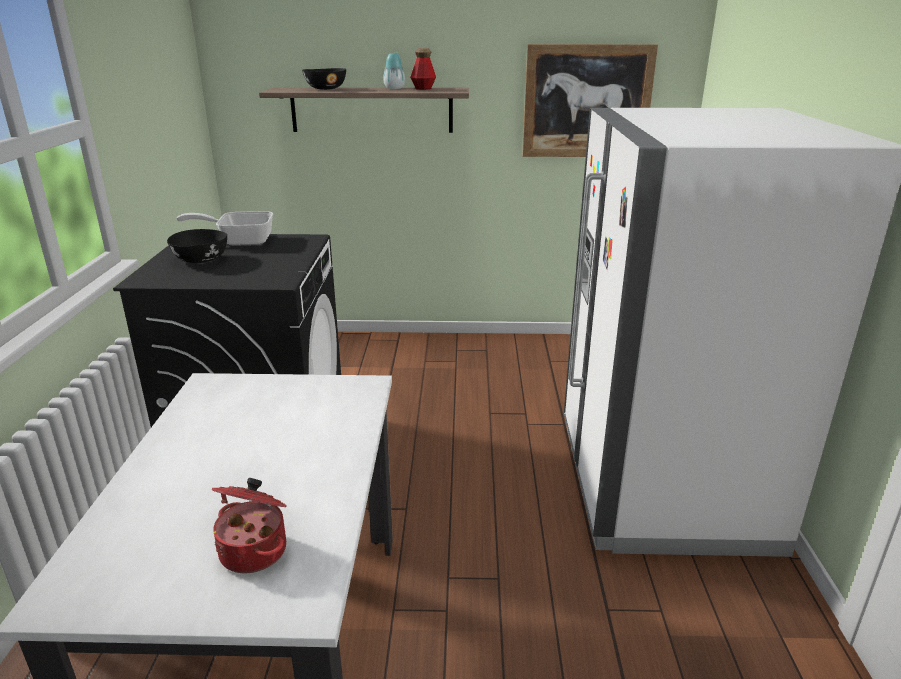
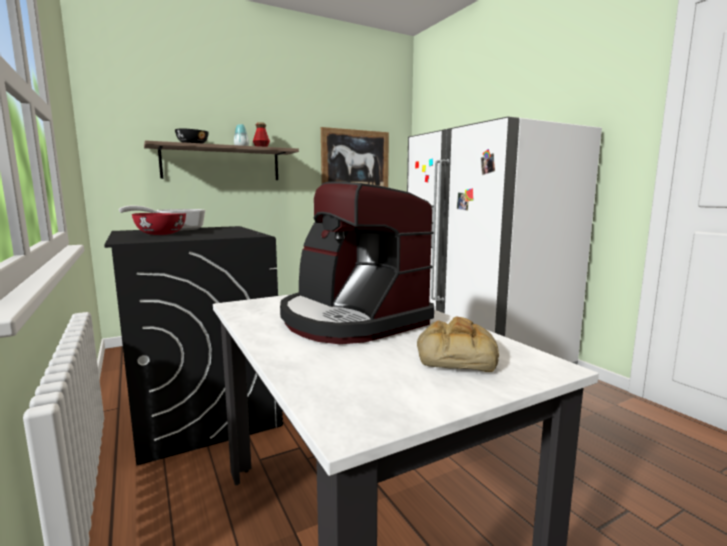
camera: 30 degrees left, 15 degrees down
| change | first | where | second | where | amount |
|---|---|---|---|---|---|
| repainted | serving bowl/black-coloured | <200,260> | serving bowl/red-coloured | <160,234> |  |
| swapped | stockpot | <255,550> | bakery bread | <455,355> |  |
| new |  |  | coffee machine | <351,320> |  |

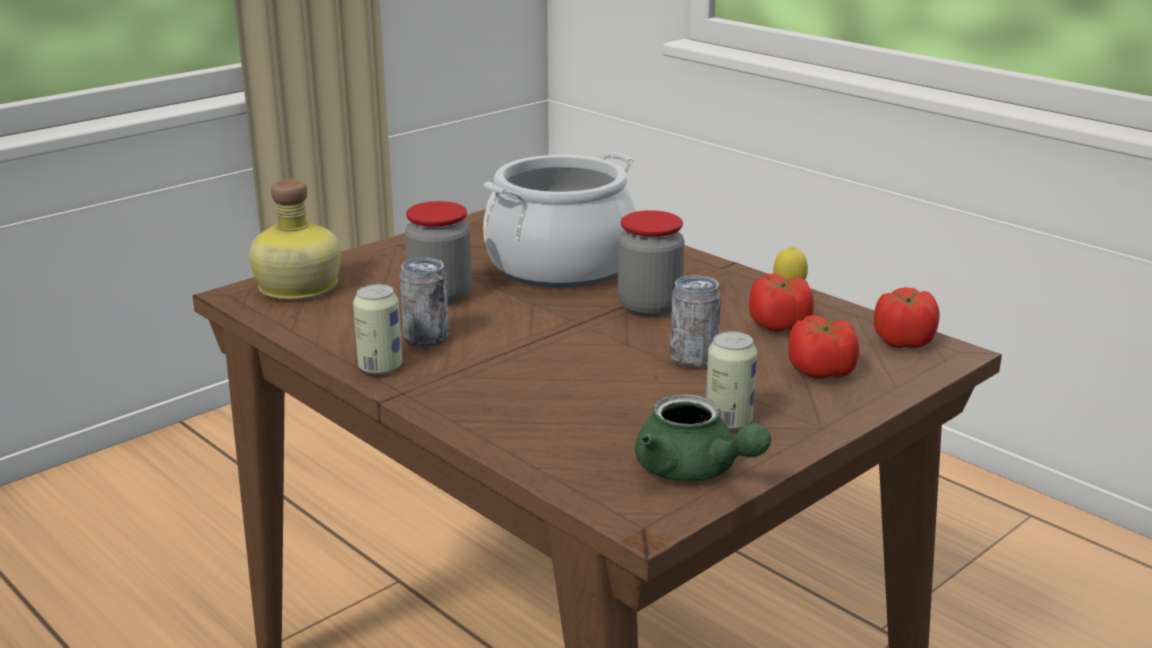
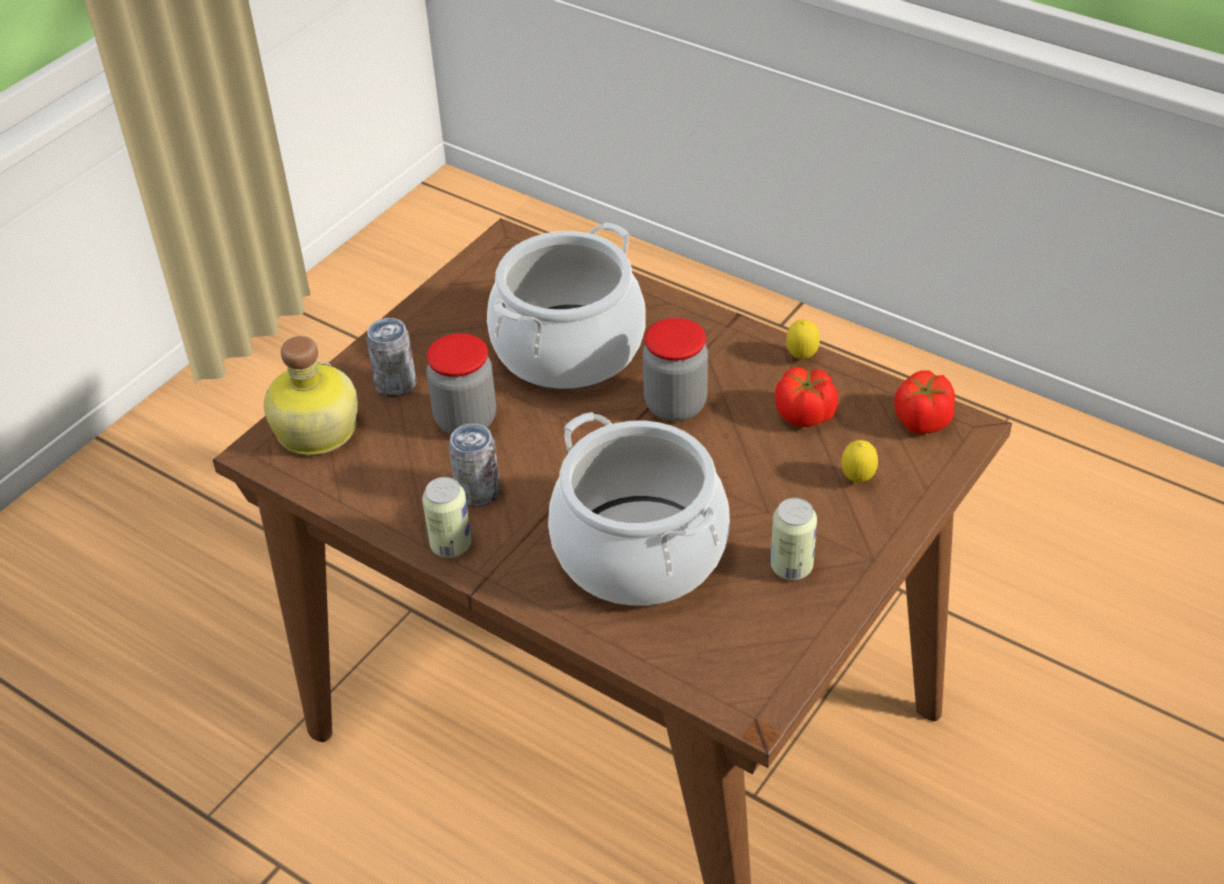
camera: 10 degrees left, 20 degrees up
| change | first | where | second | where | amount |
|---|---|---|---|---|---|
| gone | pot for tea/green-coloured | <694,471> |  |  |  |
| shifted | sealed can | <693,359> |  | <396,385> |  |
| swapped | fresh tomato | <821,372> | whole lemon | <857,480> |  |
| new |  |  | stockpot | <639,551> |  |

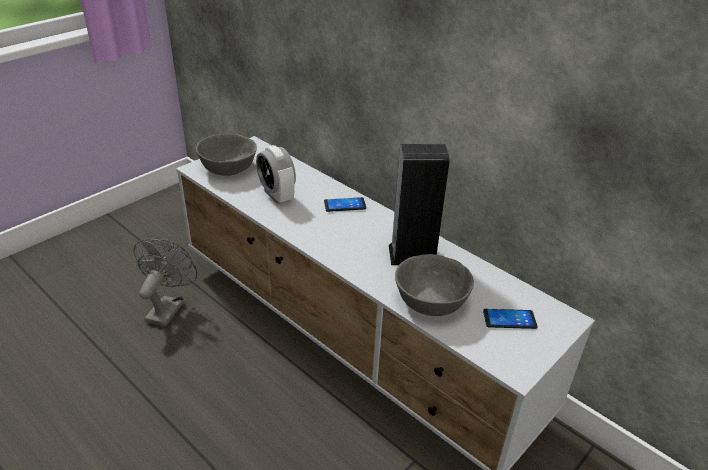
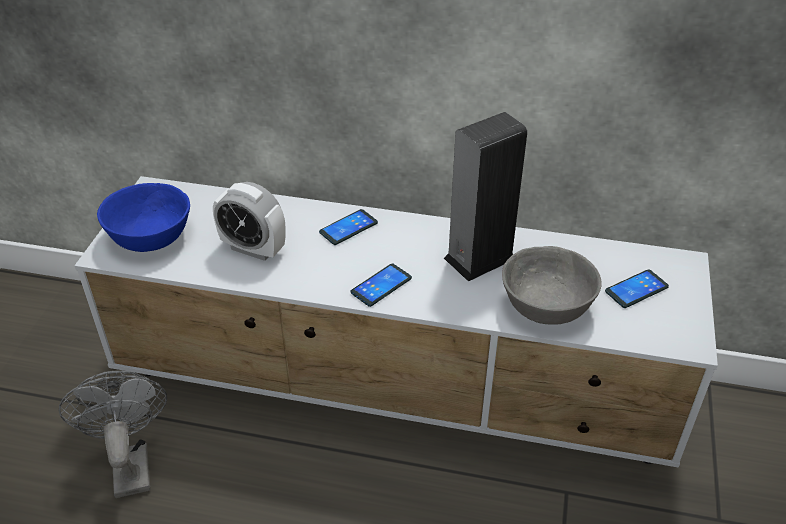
camera: 30 degrees left, 5 degrees up
| change | first | where | second | where | amount |
|---|---|---|---|---|---|
| repainted | serving bowl/gray | <228,168> | serving bowl/blue | <150,236> |  |
| new |  |  | phone | <381,285> |  |

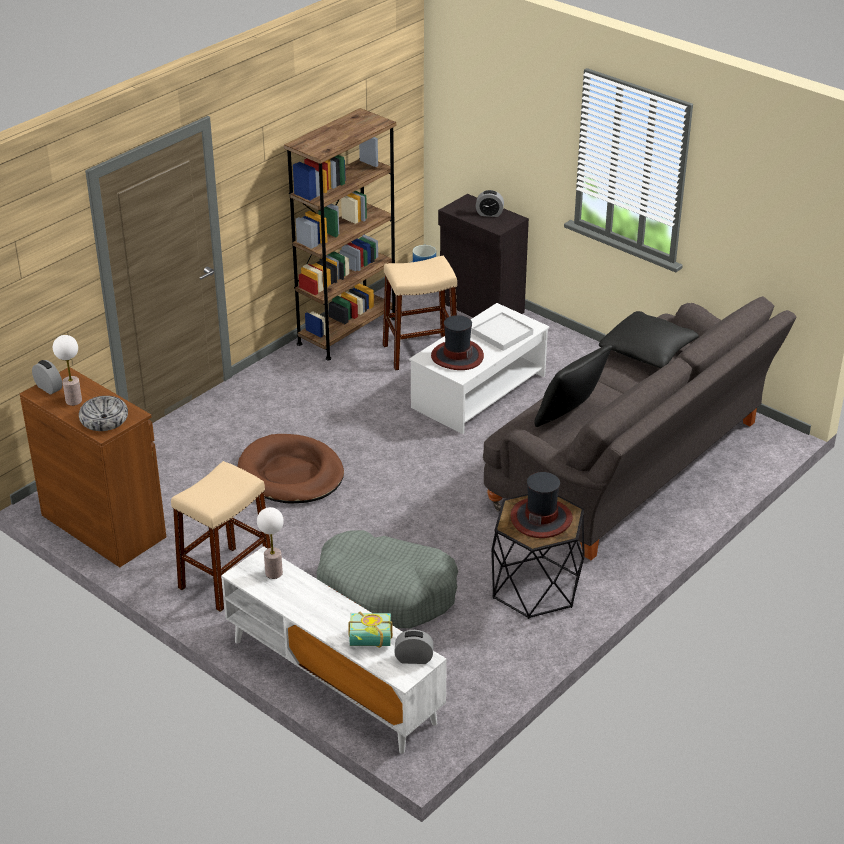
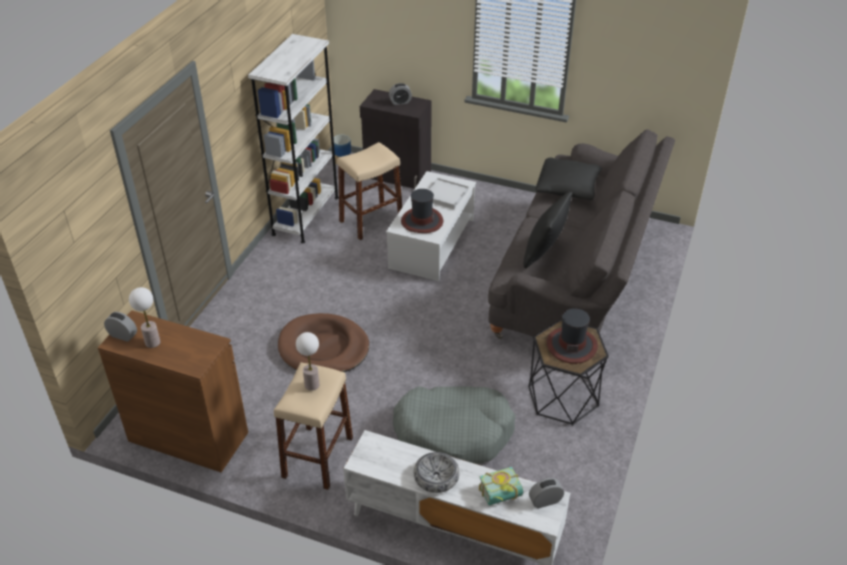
camera: 20 degrees left, 5 degrees up
| change | first | where | second | where | amount |
|---|---|---|---|---|---|
| shifted | serving bowl | <104,420> |  | <436,476> |  |
| shifted | lamp for a table | <274,573> |  | <312,384> |  |
| repainted | bookcase/brown-coloured | <347,331> | bookcase/white | <306,215> |  |

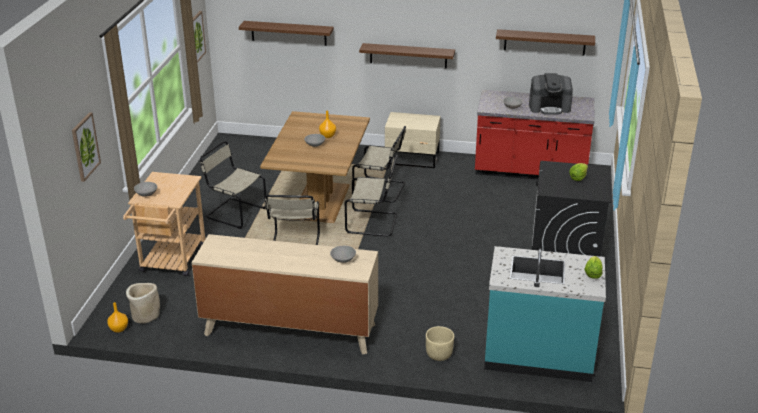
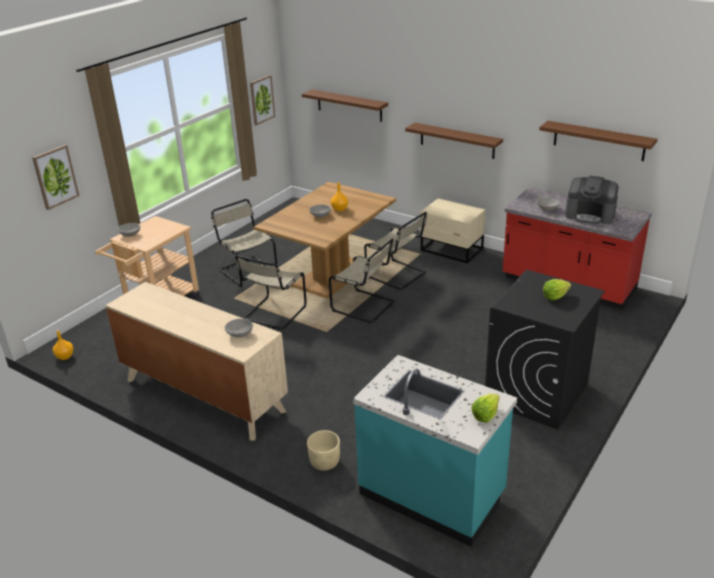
camera: 25 degrees right, 0 degrees up
| change | first | where | second | where | amount |
|---|---|---|---|---|---|
| gone | flower pot/beige-coloured | <145,315> |  |  |  |

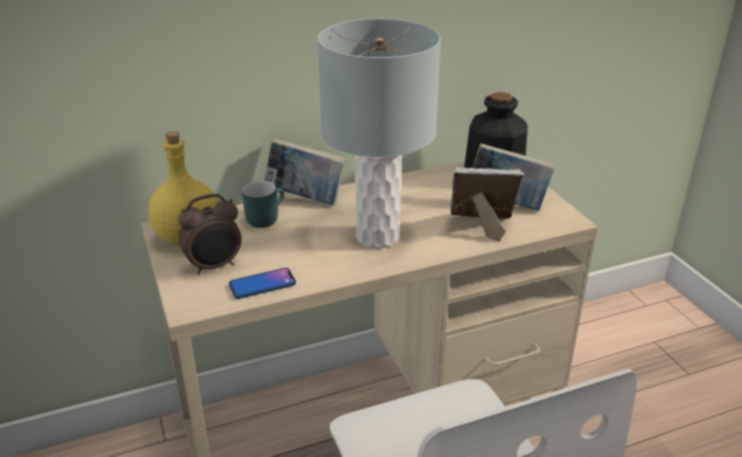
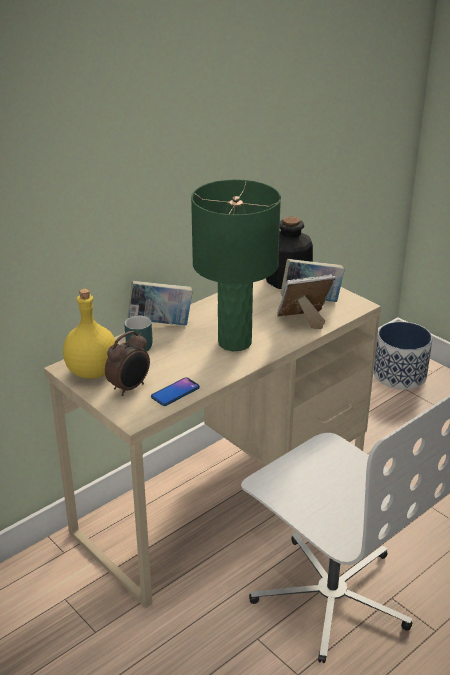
camera: 20 degrees left, 0 degrees up
| change | first | where | second | where | amount |
|---|---|---|---|---|---|
| repainted | lamp for a table/gray | <377,236> | lamp for a table/green-coloured | <234,342> |  |
| new |  |  | flower pot | <400,375> |  |

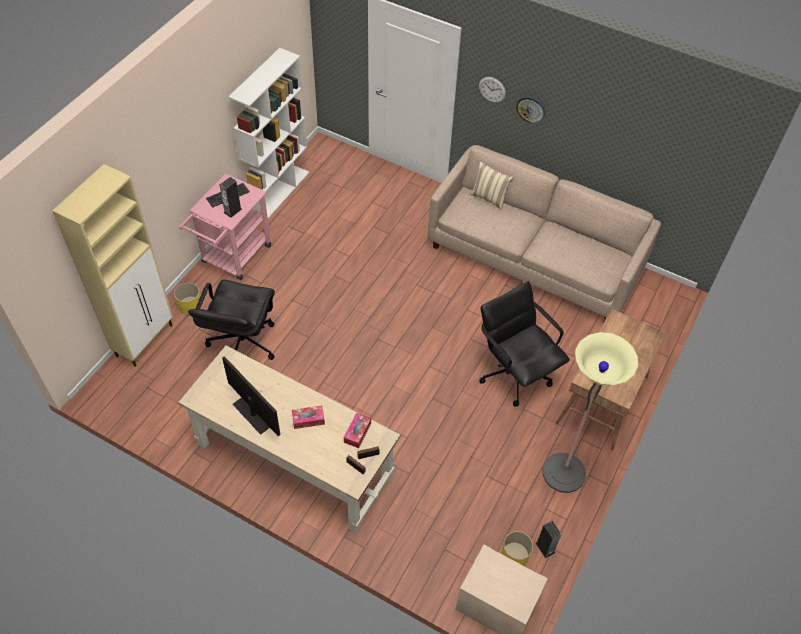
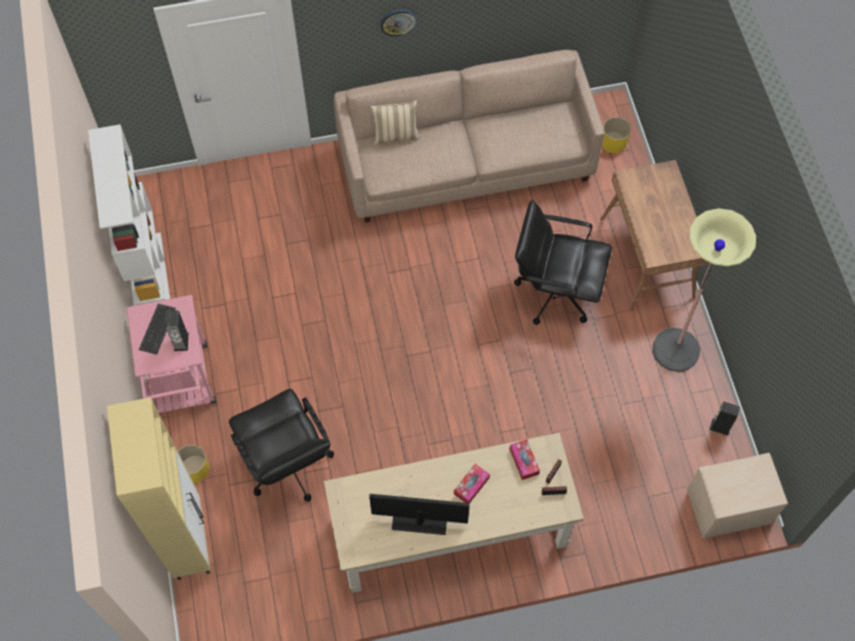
camera: 40 degrees left, 10 degrees up
| change | first | where | second | where | amount |
|---|---|---|---|---|---|
| gone | clock on the wall | <492,89> |  |  |  |
| shifted | flower pot/yellow-coloured | <515,555> |  | <613,142> |  |

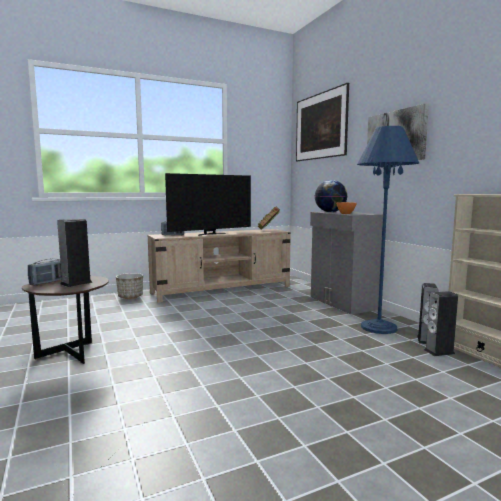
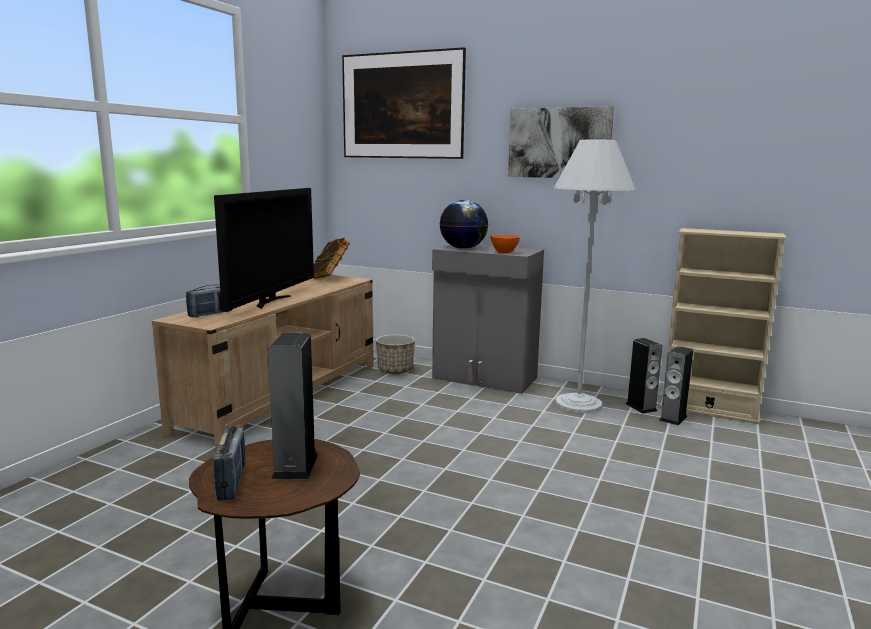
camera: 40 degrees left, 5 degrees up
| change | first | where | second | where | amount |
|---|---|---|---|---|---|
| shifted | flower pot | <130,297> |  | <395,370> |  |
| repainted | standard lamp/blue | <378,327> | standard lamp/white | <578,404> |  |

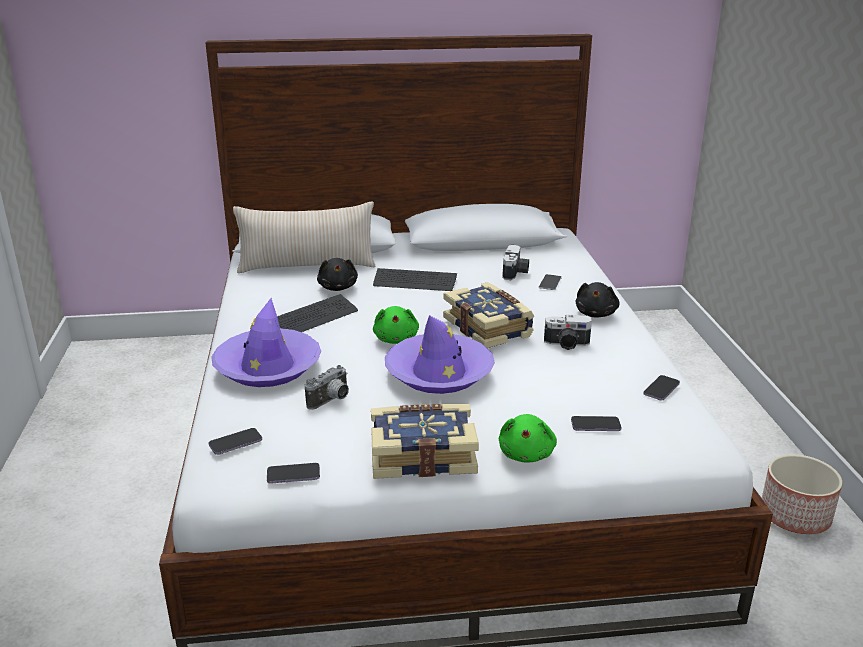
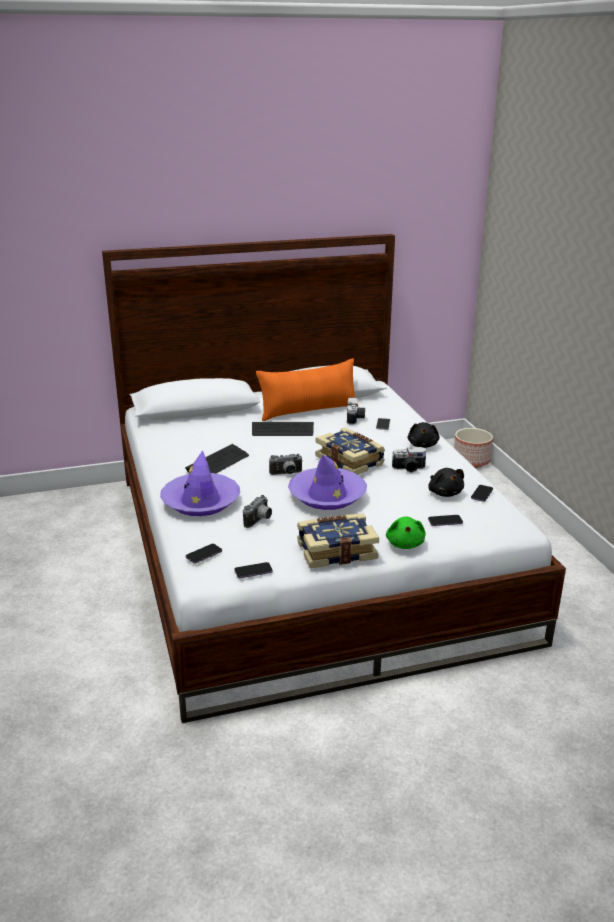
camera: 10 degrees left, 0 degrees up
| change | first | where | second | where | amount |
|---|---|---|---|---|---|
| gone | throw pillow/beige-coloured | <307,266> |  |  |  |
| shifted | soft toy/black-coloured | <338,287> |  | <444,493> |  |
| swapped | soft toy/green-coloured | <396,339> | photo camera | <286,474> |  |
| shifted | flower pot | <794,516> |  | <471,461> |  |
| new |  |  | throw pillow/orangey | <308,411> |  |

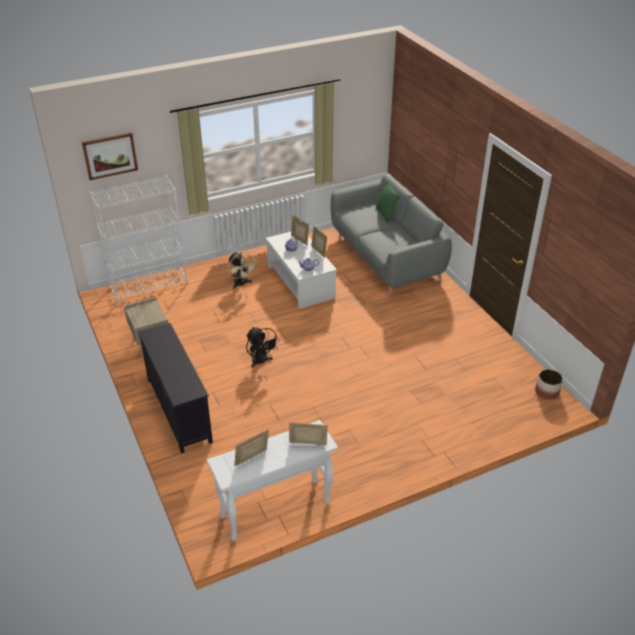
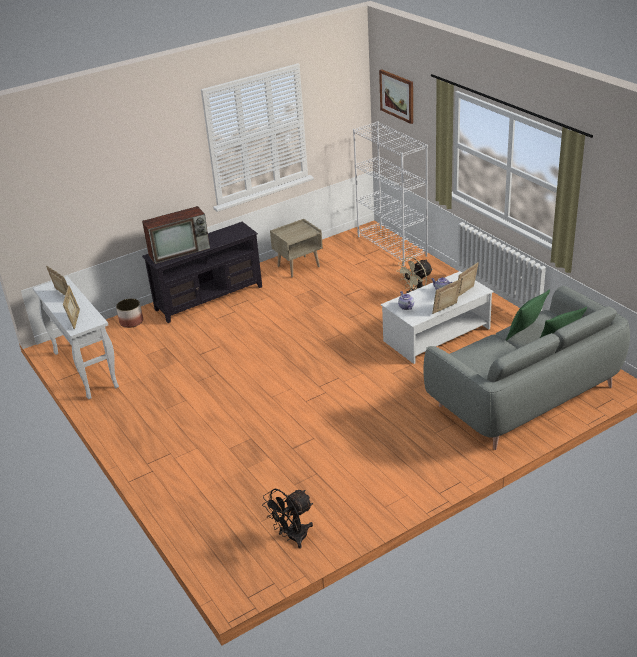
camera: 85 degrees right, 5 degrees down
| change | first | where | second | where | amount |
|---|---|---|---|---|---|
| shifted | cooling fan/black-coloured | <261,362> |  | <292,537> |  |
| shifted | flower pot | <547,392> |  | <131,322> |  |
| new |  |  | TV set | <180,251> |  |
| new |  |  | throw pillow/green-coloured | <525,332> |  |

